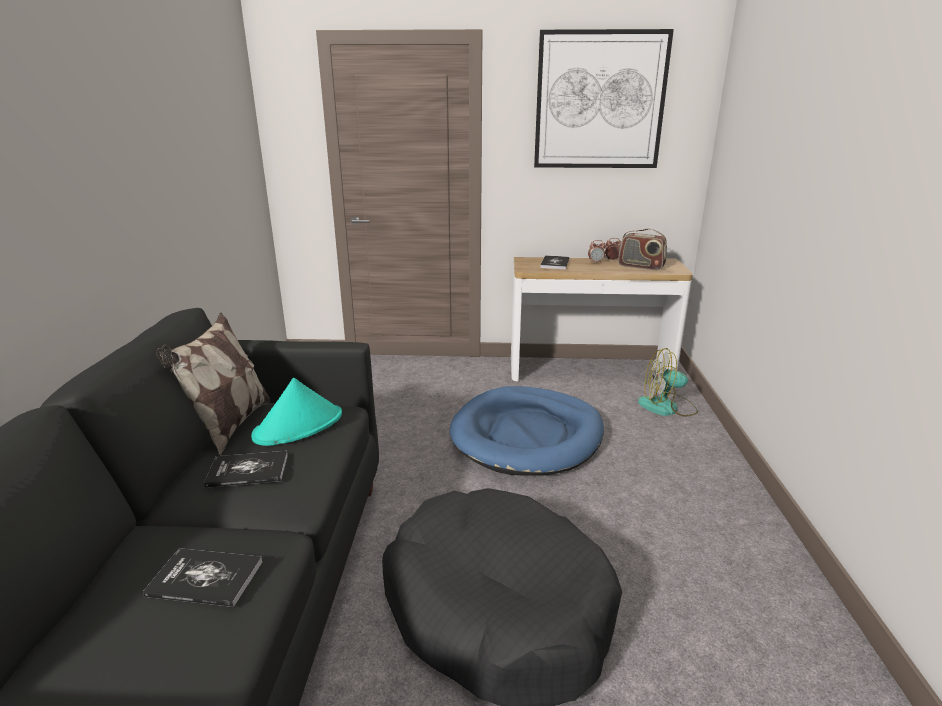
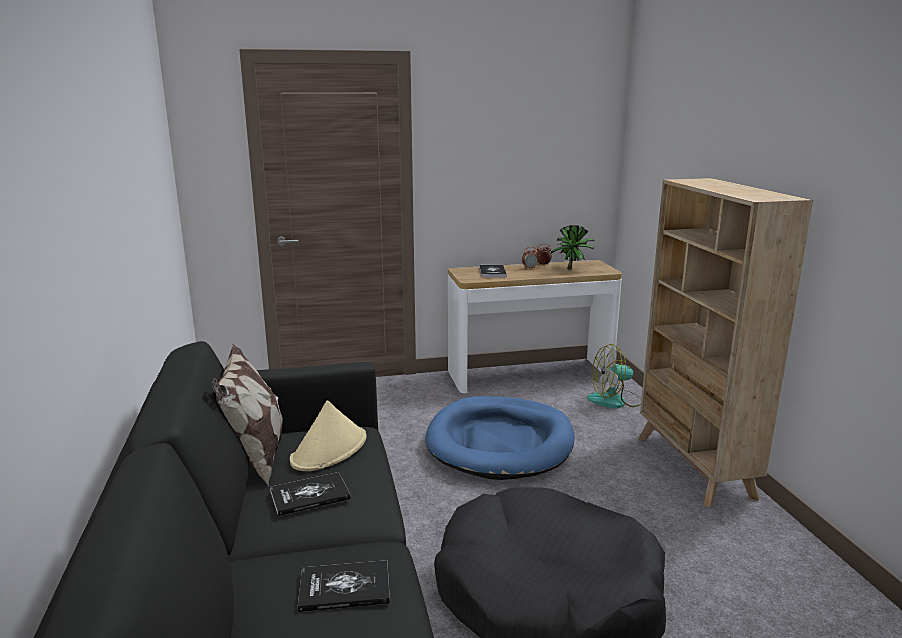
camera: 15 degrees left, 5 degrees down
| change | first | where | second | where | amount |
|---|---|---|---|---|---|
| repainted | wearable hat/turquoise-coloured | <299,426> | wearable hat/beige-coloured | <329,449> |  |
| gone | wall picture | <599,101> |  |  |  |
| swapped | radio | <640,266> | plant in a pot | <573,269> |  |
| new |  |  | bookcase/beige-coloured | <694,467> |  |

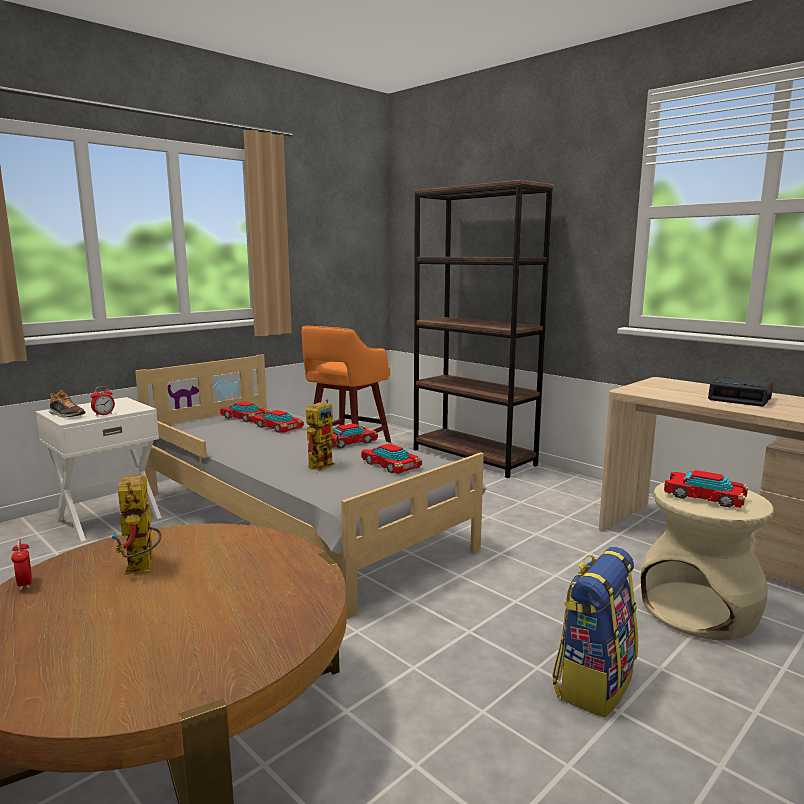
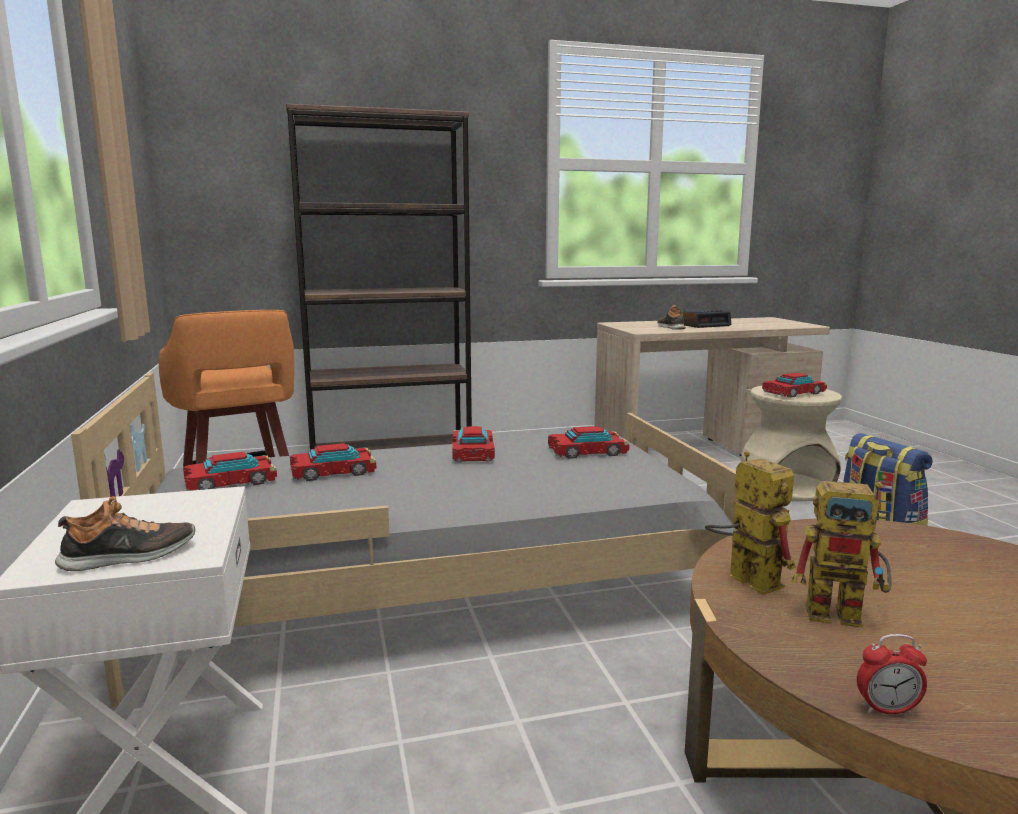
camera: 60 degrees left, 0 degrees up
| change | first | where | second | where | amount |
|---|---|---|---|---|---|
| gone | bedside clock | <104,414> |  |  |  |
| shifted | robot figure | <323,463> |  | <743,578> |  |
| new |  |  | low shoe | <671,327> |  |

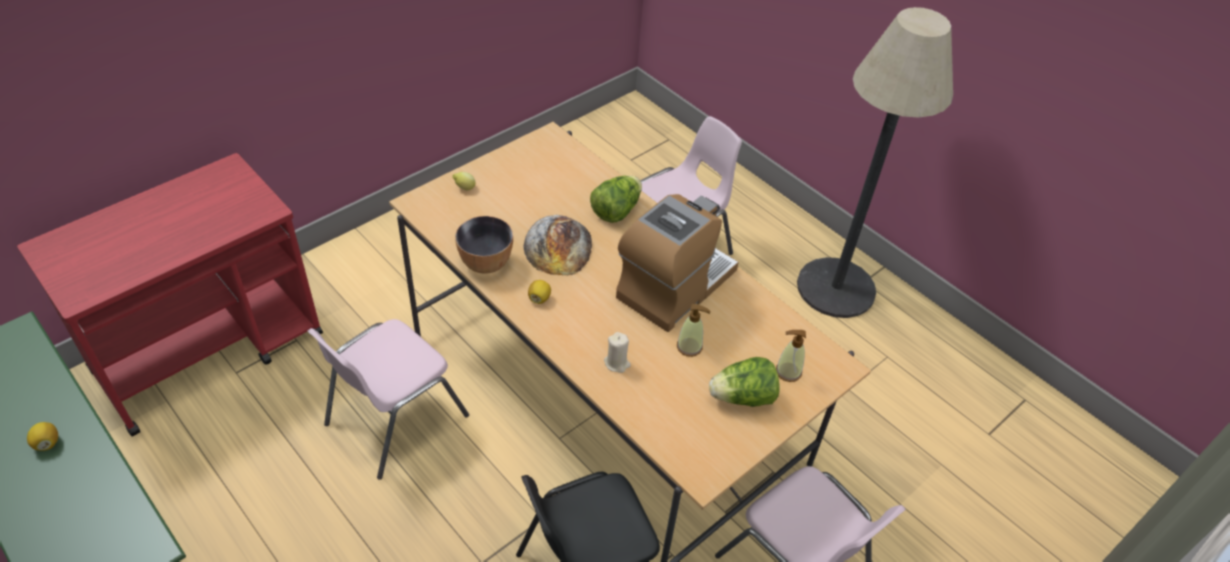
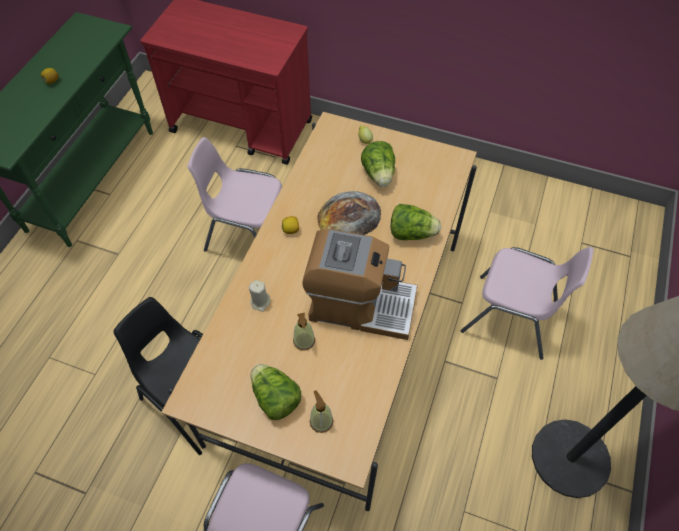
camera: 65 degrees right, 10 degrees up
| change | first | where | second | where | amount |
|---|---|---|---|---|---|
| gone | serving bowl | <486,263> |  |  |  |
| new |  |  | lettuce | <379,174> |  |

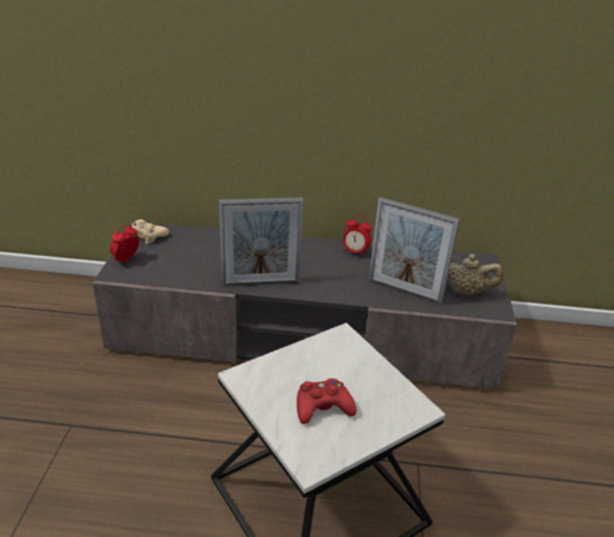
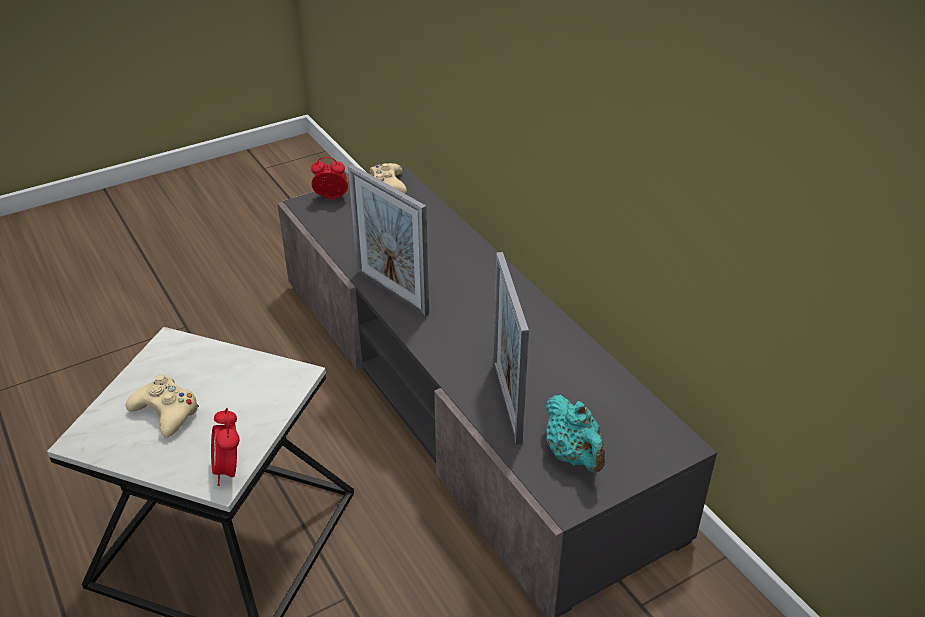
camera: 55 degrees right, 5 degrees up
| change | first | where | second | where | amount |
|---|---|---|---|---|---|
| repainted | gamepad/red-coloured | <323,407> | gamepad/beige-coloured | <166,412> |  |
| shifted | bedside clock | <355,252> |  | <229,470> |  |
| repainted | pot for tea/beige-coloured | <465,292> | pot for tea/turquoise-coloured | <574,456> |  |

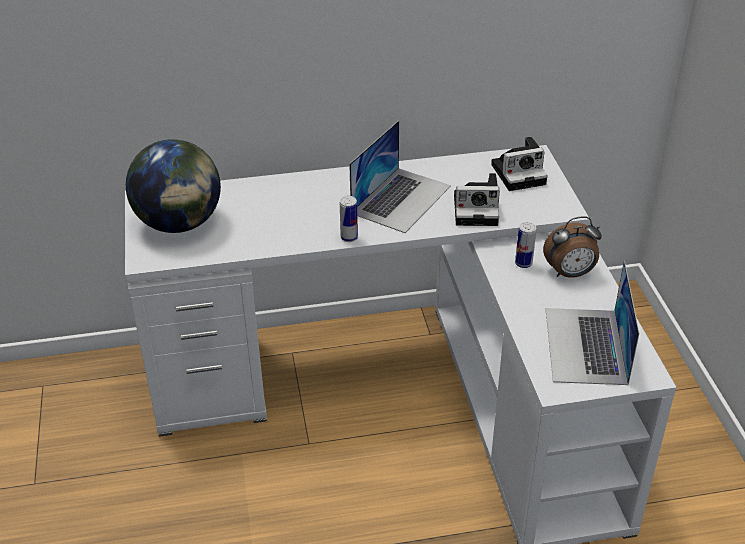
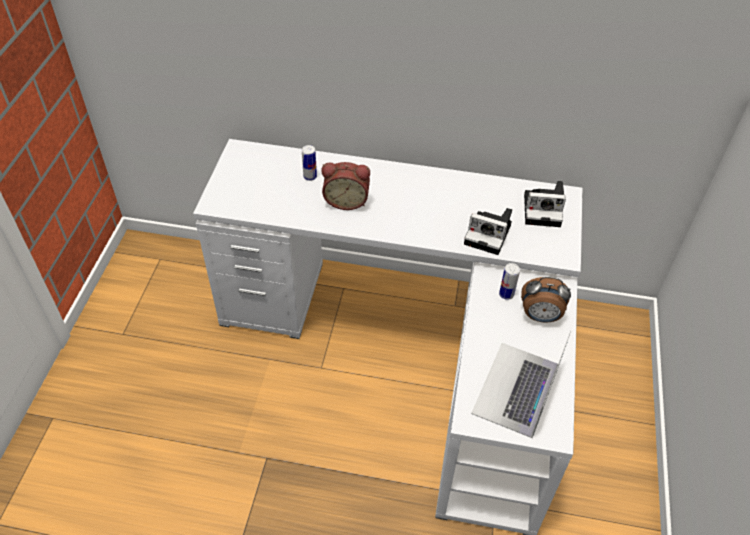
camera: 20 degrees right, 10 degrees up
| change | first | where | second | where | amount |
|---|---|---|---|---|---|
| gone | globe | <179,223> |  |  |  |
| shifted | sealed can | <349,238> |  | <310,176> |  |
| gone | portable computer | <401,199> |  |  |  |
| new |  |  | bedside clock | <346,200> |  |

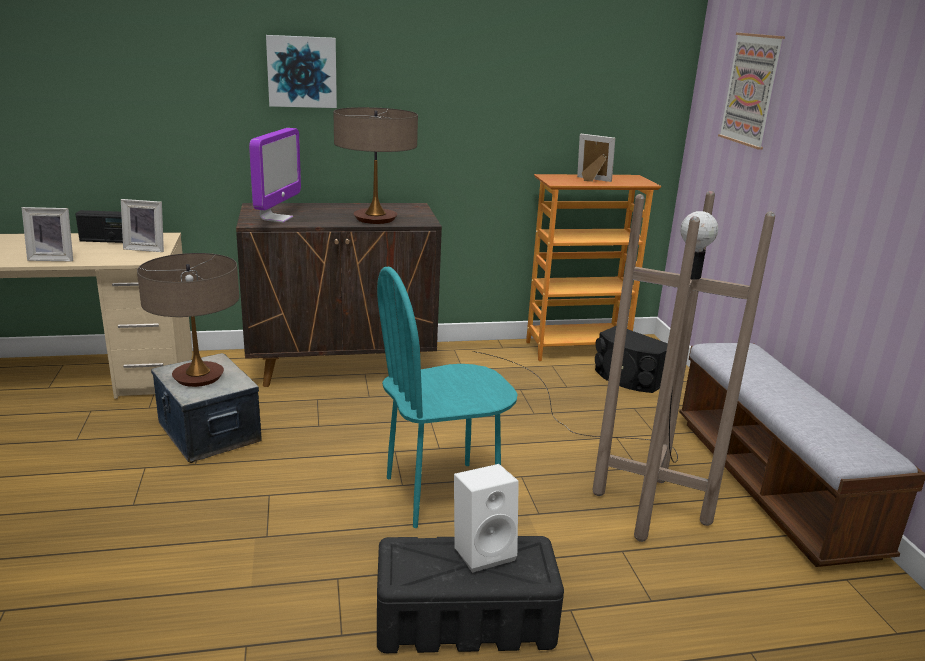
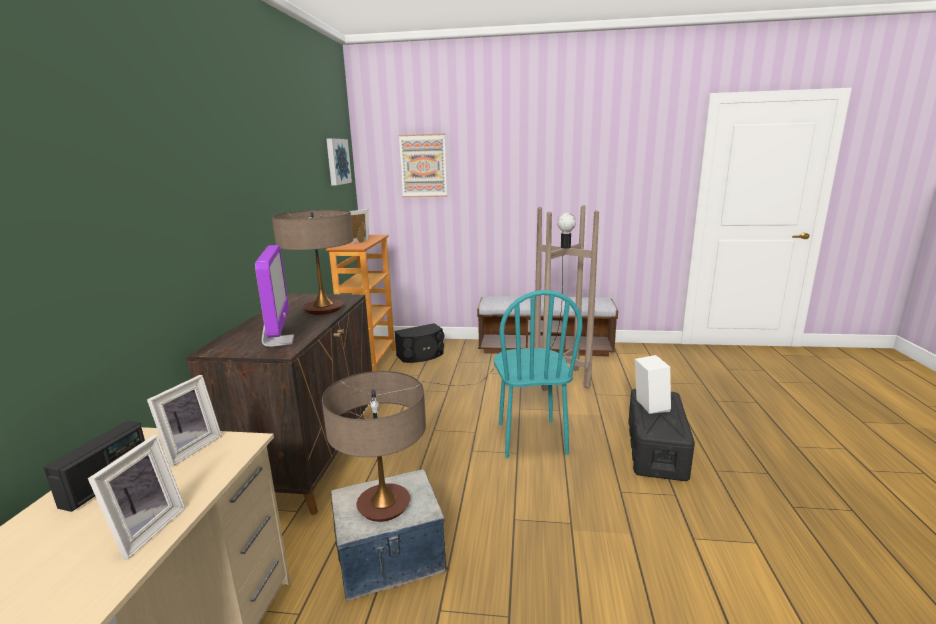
camera: 70 degrees left, 5 degrees down
| change | first | where | second | where | amount |
|---|---|---|---|---|---|
| rotated | computer display | <276,218> |  | <278,341> | 45 degrees clockwise |
| shifted | wall picture | <302,71> |  | <337,161> |  |

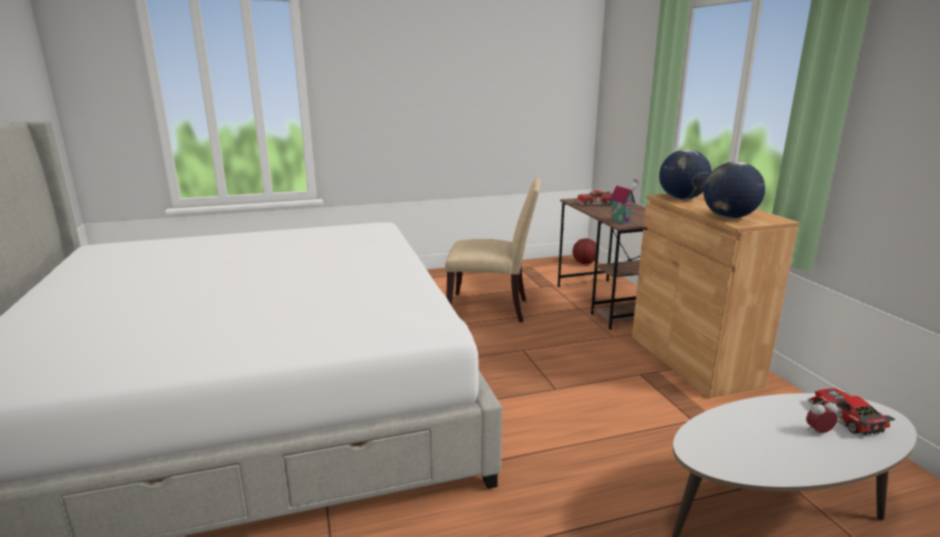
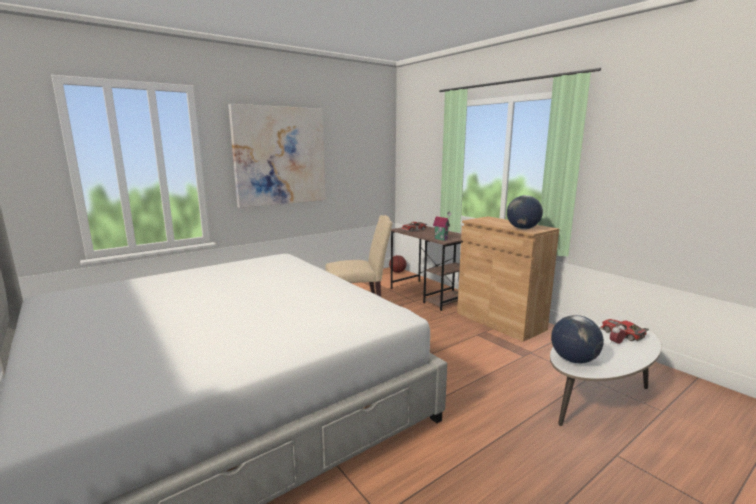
camera: 20 degrees left, 5 degrees down
| change | first | where | second | where | amount |
|---|---|---|---|---|---|
| shifted | globe | <682,198> |  | <574,360> |  |
| new |  |  | wall picture | <280,156> |  |

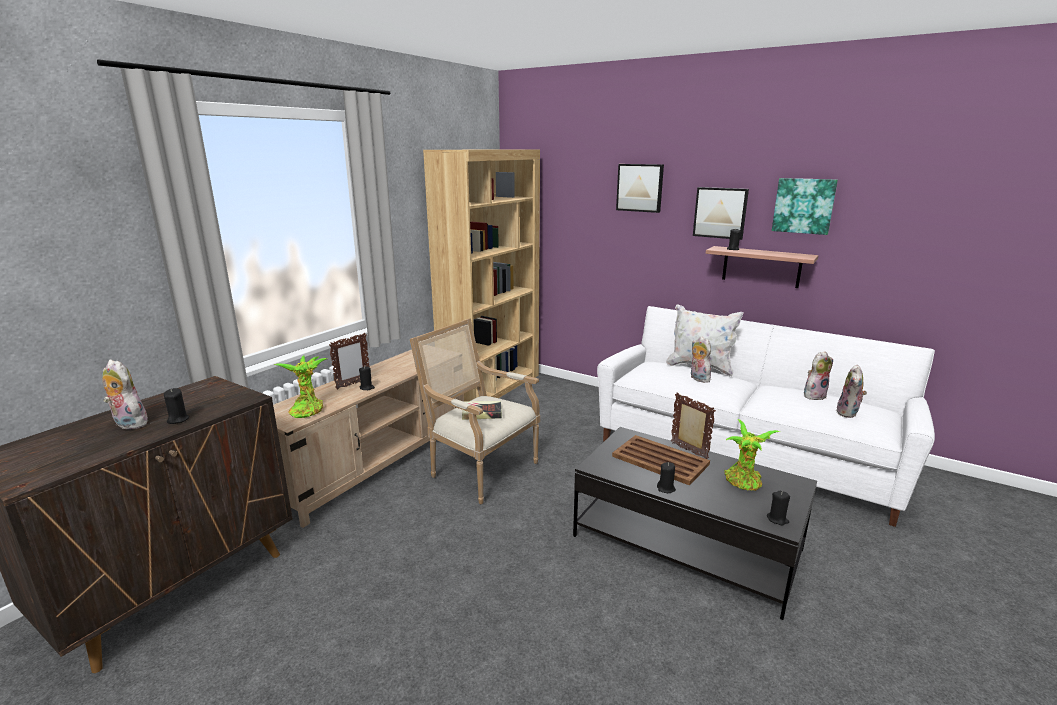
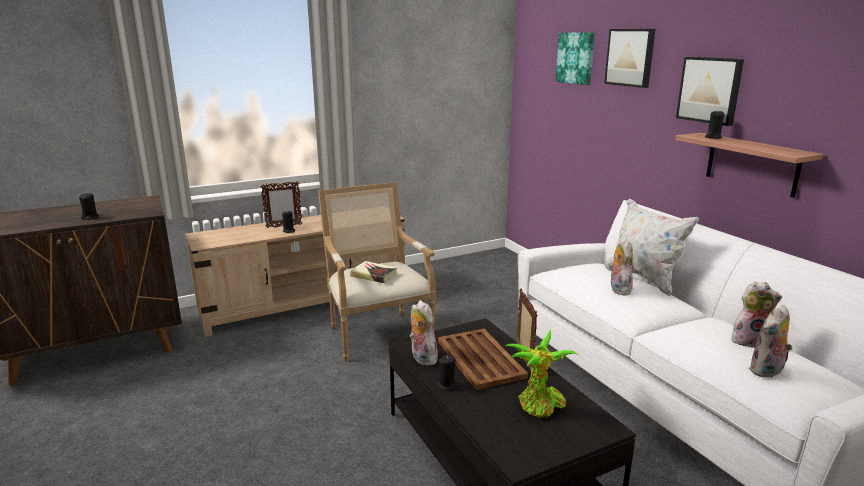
camera: 30 degrees right, 0 degrees up
| change | first | where | second | where | amount |
|---|---|---|---|---|---|
| shifted | soft toy | <128,424> |  | <421,358> |  |
| gone | plant in a pot | <307,409> |  |  |  |
| gone | bookcase/brown-coloured | <491,387> |  |  |  |
| gone | wax candle/black-coloured | <777,519> |  |  |  |
| shifted | wall picture | <804,205> |  | <576,58> |  |

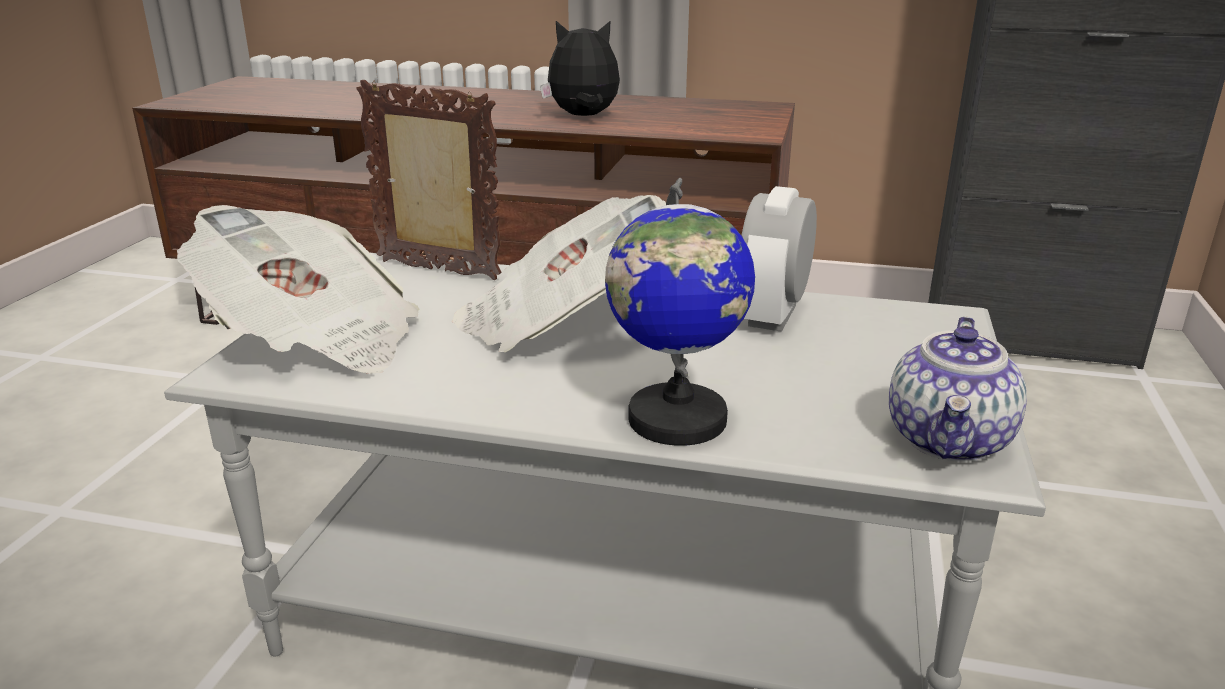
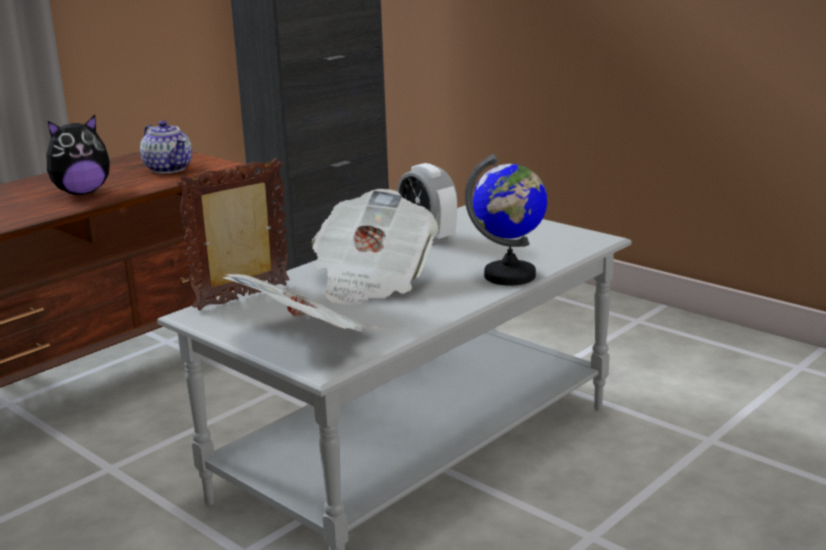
camera: 60 degrees left, 5 degrees down
| change | first | where | second | where | amount |
|---|---|---|---|---|---|
| rotated | soft toy | <583,116> |  | <82,192> | 150 degrees counterclockwise |
| shifted | pot for tea | <950,440> |  | <169,169> |  |

